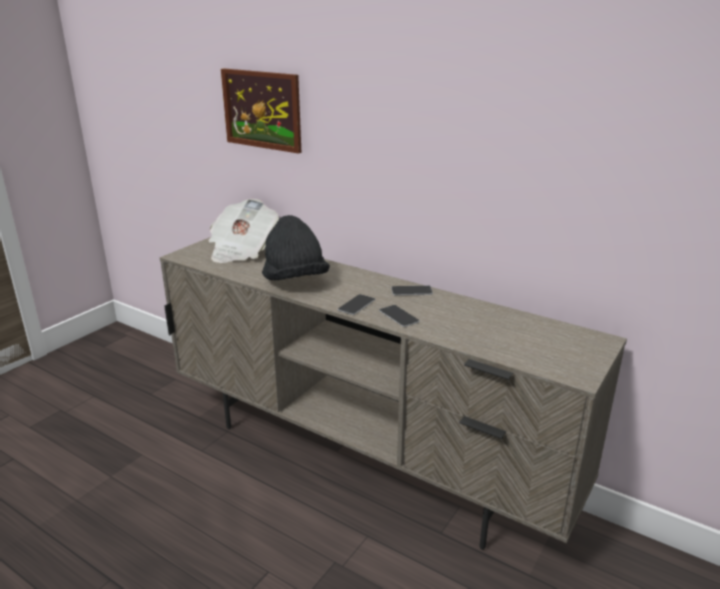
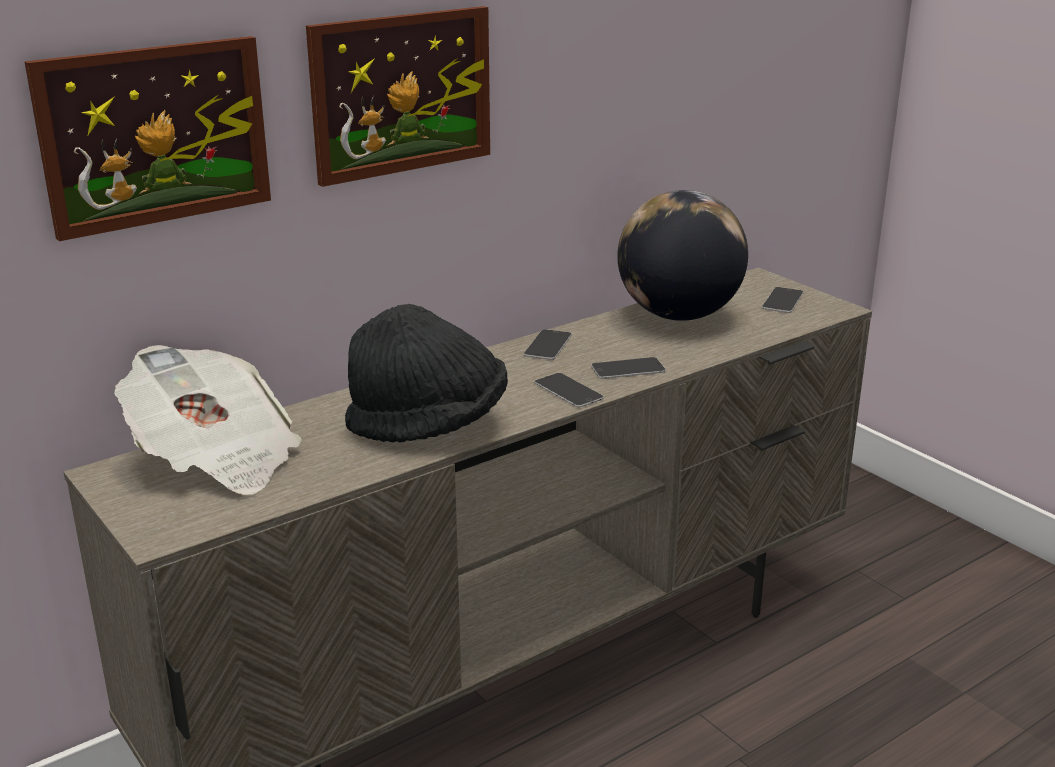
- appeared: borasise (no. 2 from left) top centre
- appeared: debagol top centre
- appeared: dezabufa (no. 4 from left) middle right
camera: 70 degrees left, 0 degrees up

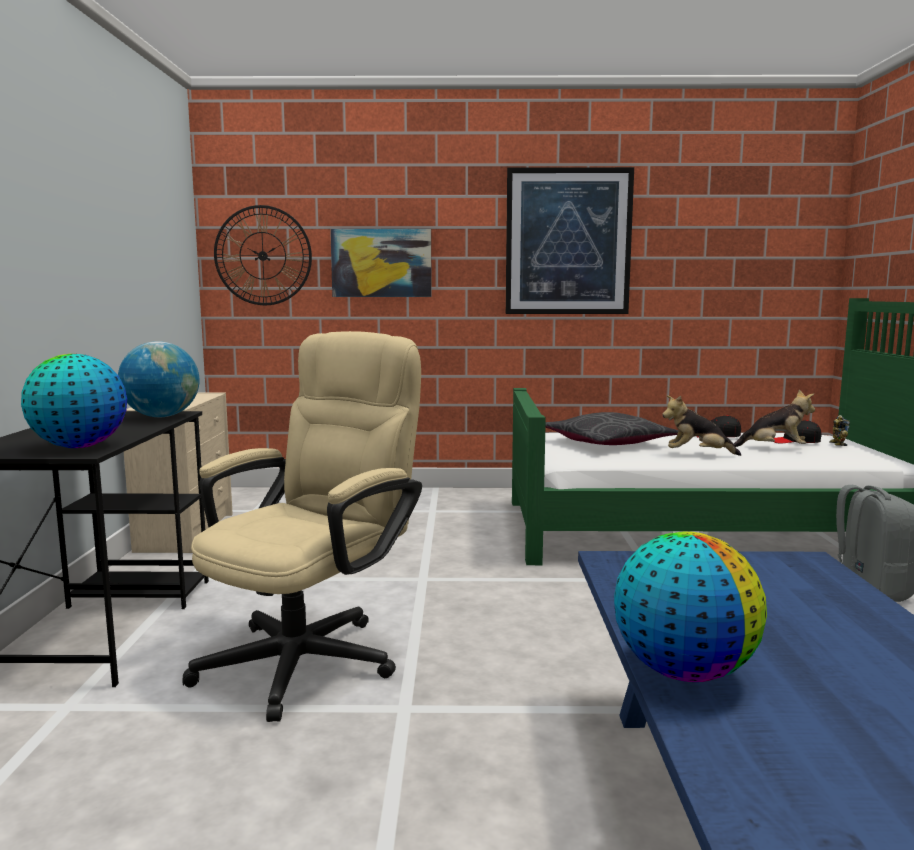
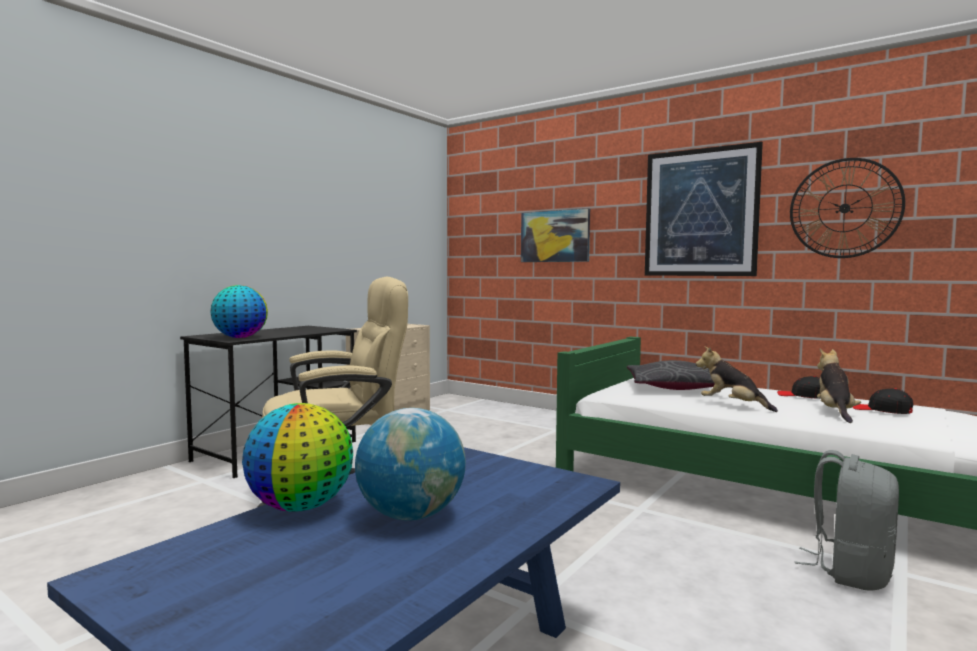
- relocated: debagol (no. 2 from left in the first image) middle left to debagol (no. 3 from left) bottom centre
- relocated: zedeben top left to top right
- spun: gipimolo (no. 2 from left) middle right = middle right 120 degrees counterclockwise
- missing: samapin middle right
camera: 35 degrees right, 5 degrees down

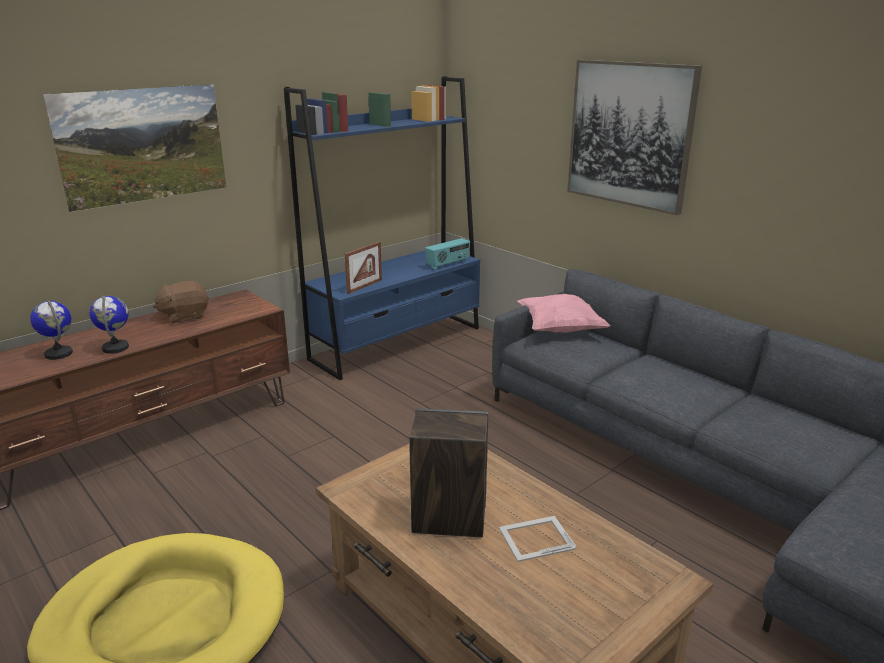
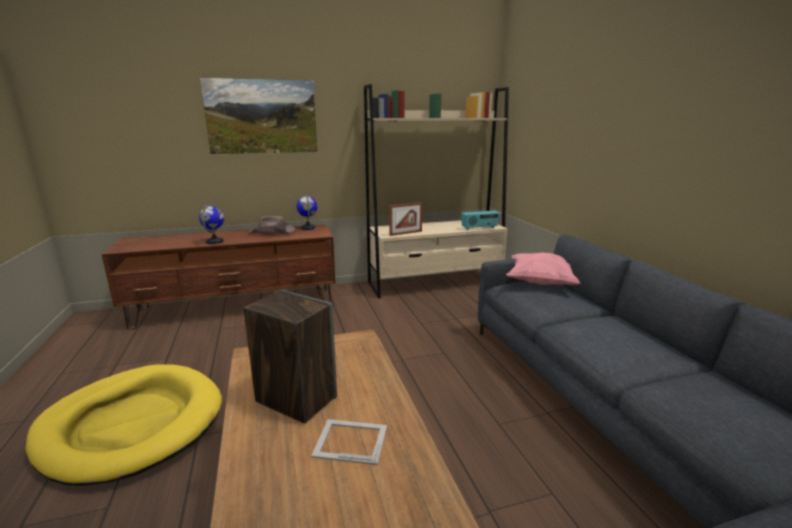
- exchanged: brown gipimolo middle left to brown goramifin centre
- relocated: debagol (no. 1 from left in the first image) middle left to debagol (no. 2 from left) centre
- colour: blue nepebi centre to beige nepebi centre
- missing: borasise (no. 2 from left) top right
camera: 25 degrees right, 5 degrees down

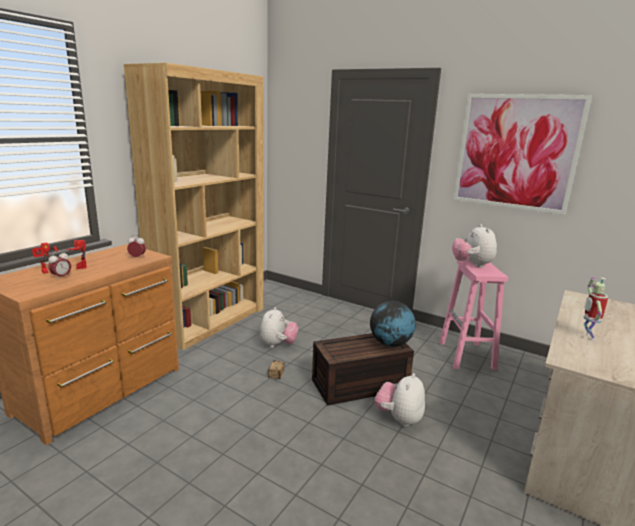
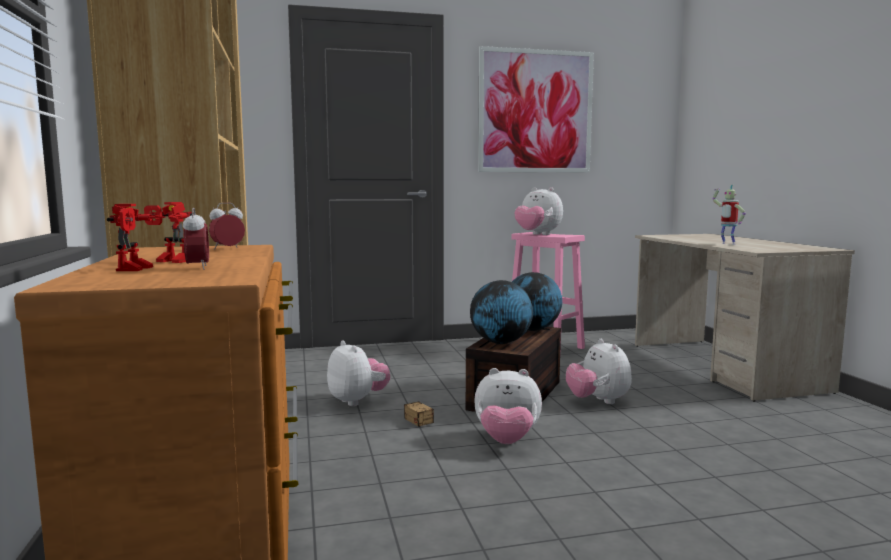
- appeared: debagol (no. 1 from left) centre
- appeared: gipimolo (no. 2 from left) bottom centre
camera: 45 degrees left, 10 degrees down

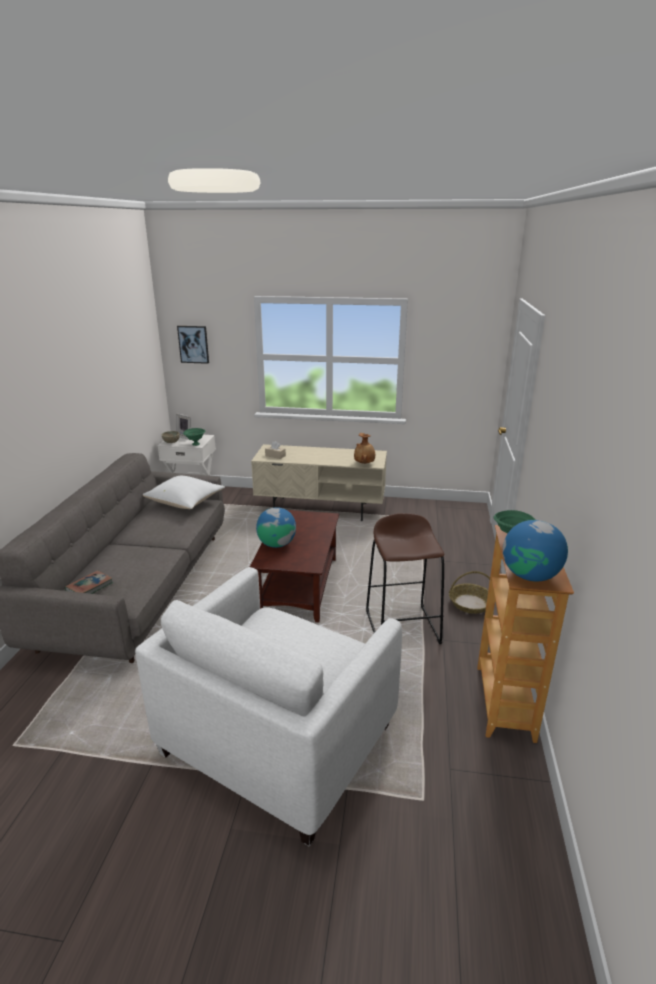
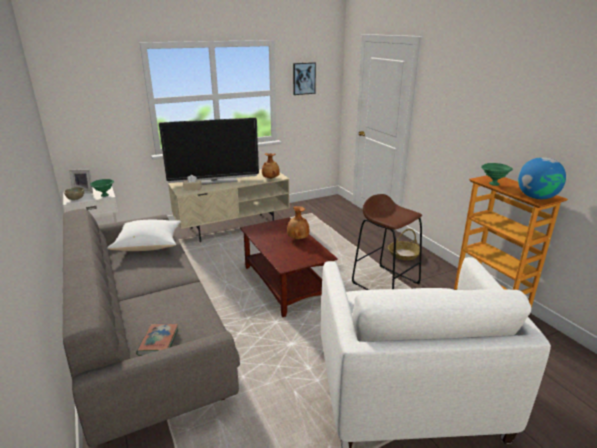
- appeared: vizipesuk centre
- appeared: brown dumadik (no. 2 from left) centre
- relocated: borasise middle left to top centre
- missing: debagol (no. 1 from left) centre
camera: 35 degrees left, 0 degrees up

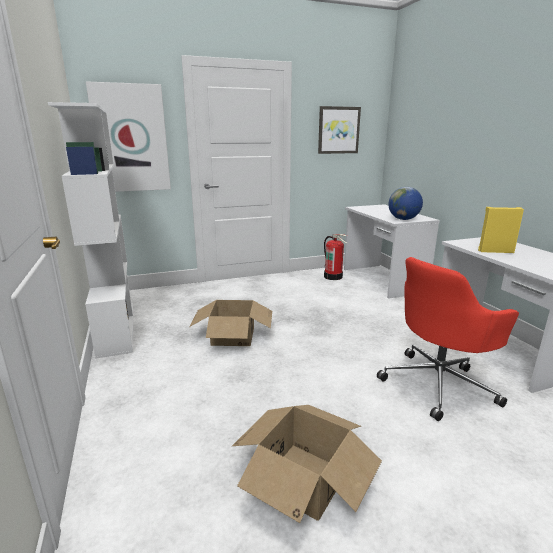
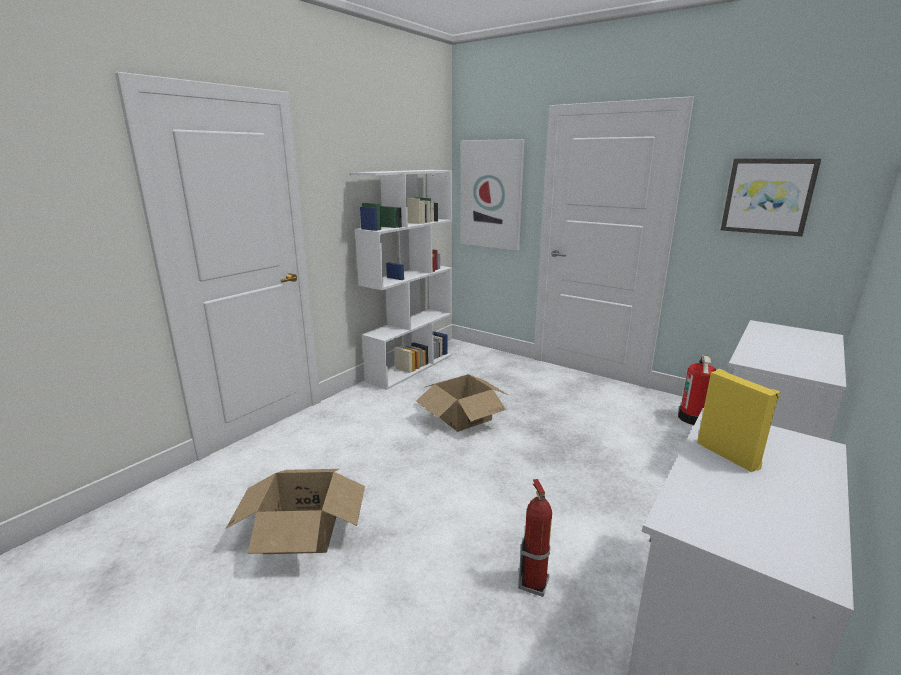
- exchanged: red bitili middle right to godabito (no. 1 from left) bottom centre
- missing: debagol middle right
camera: 55 degrees right, 0 degrees up

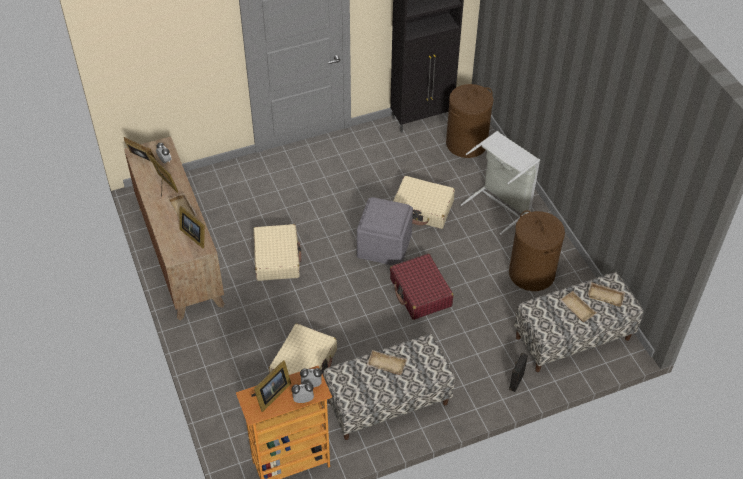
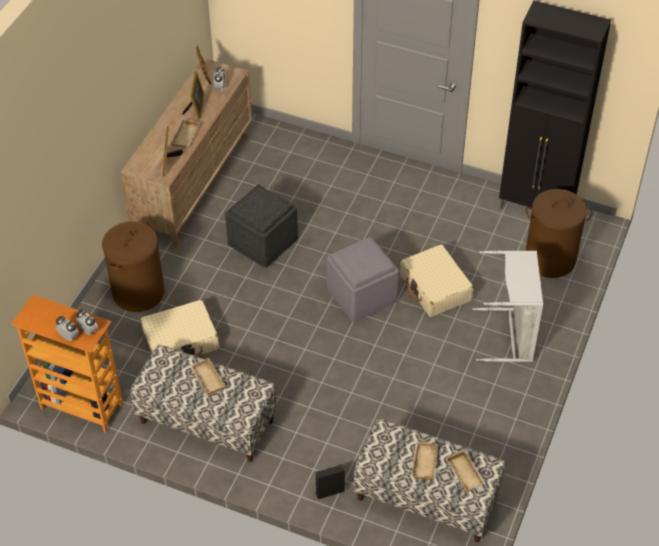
- relocated: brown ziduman (no. 2 from left in the first image) middle right to brown ziduman (no. 1 from left) middle left
- exchanged: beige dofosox (no. 1 from left) centre to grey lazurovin (no. 1 from left) centre
- missing: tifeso (no. 4 from left) bottom centre
- missing: red dofosox centre
camera: 45 degrees right, 0 degrees up

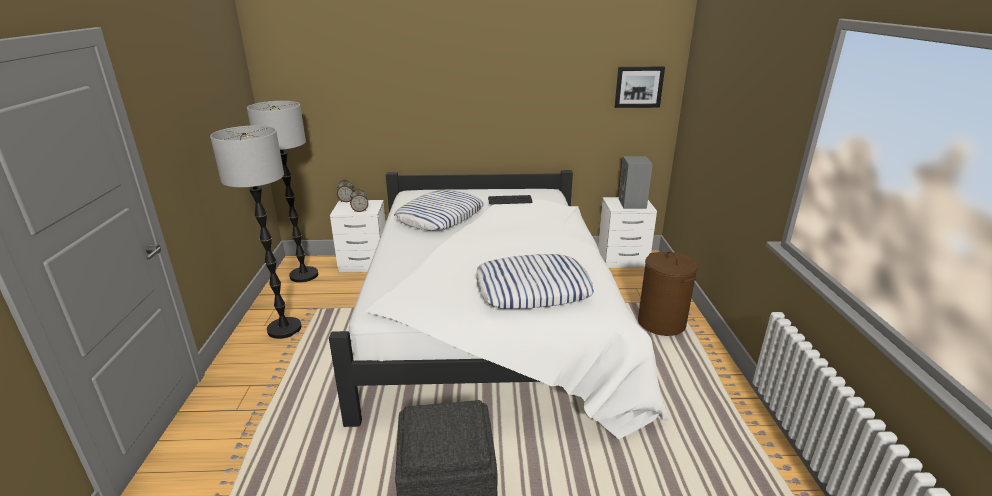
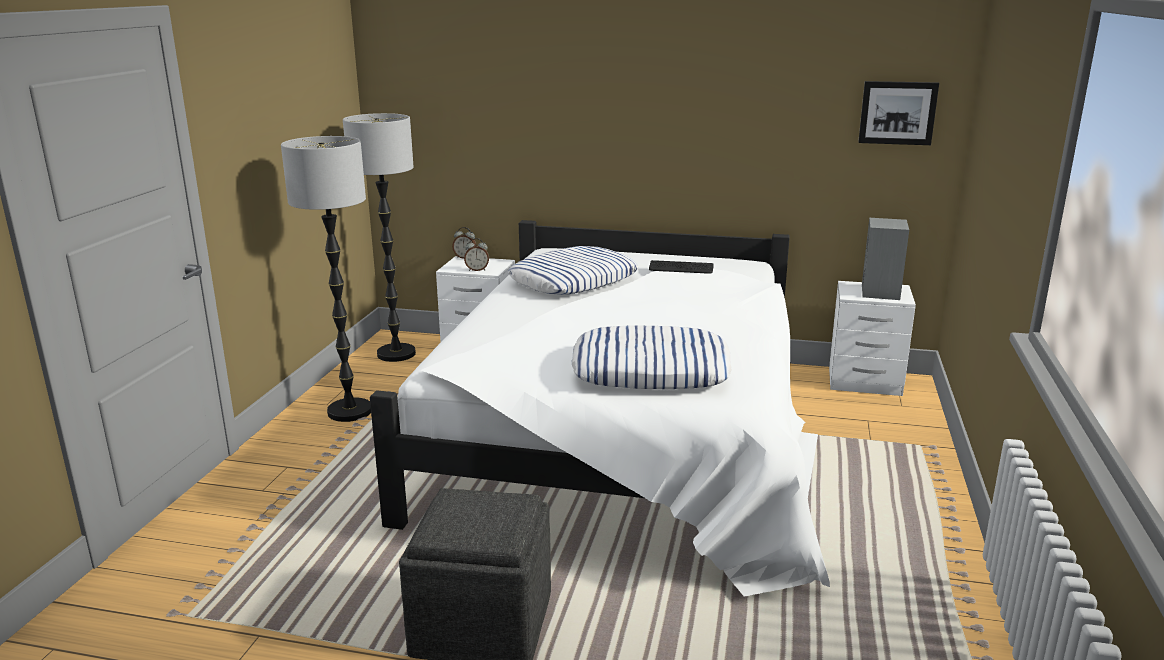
- missing: brown ziduman middle right
camera: 15 degrees right, 5 degrees down

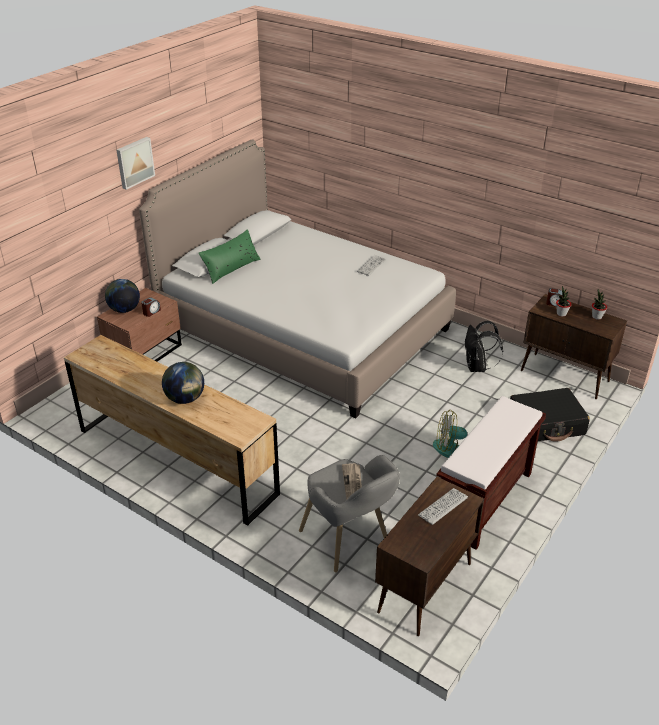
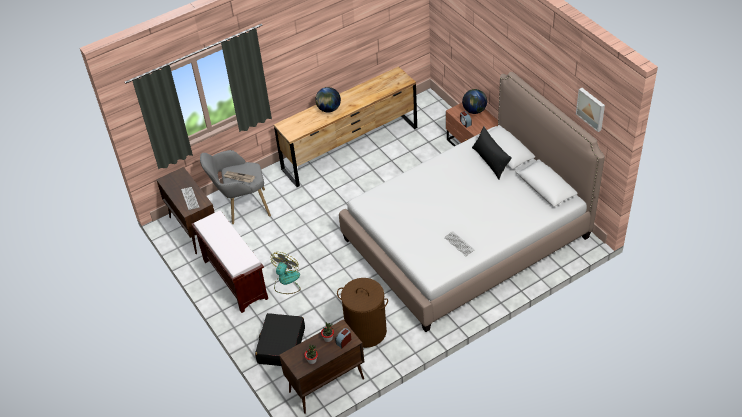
- exchanged: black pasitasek middle right to brown ziduman bottom centre
- colour: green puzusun centre to black puzusun centre
- relocated: borasise top left to top right
camera: 115 degrees right, 10 degrees up

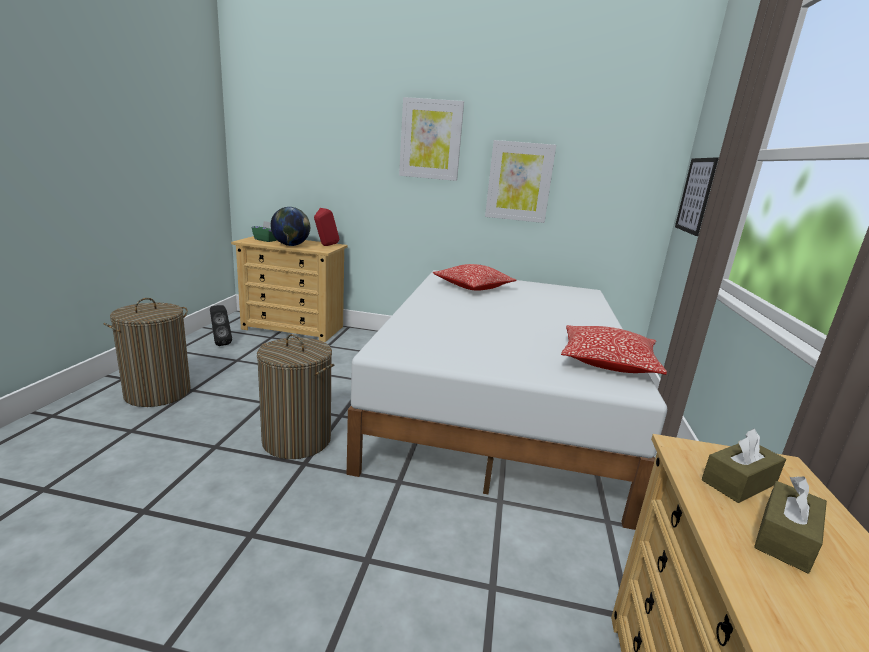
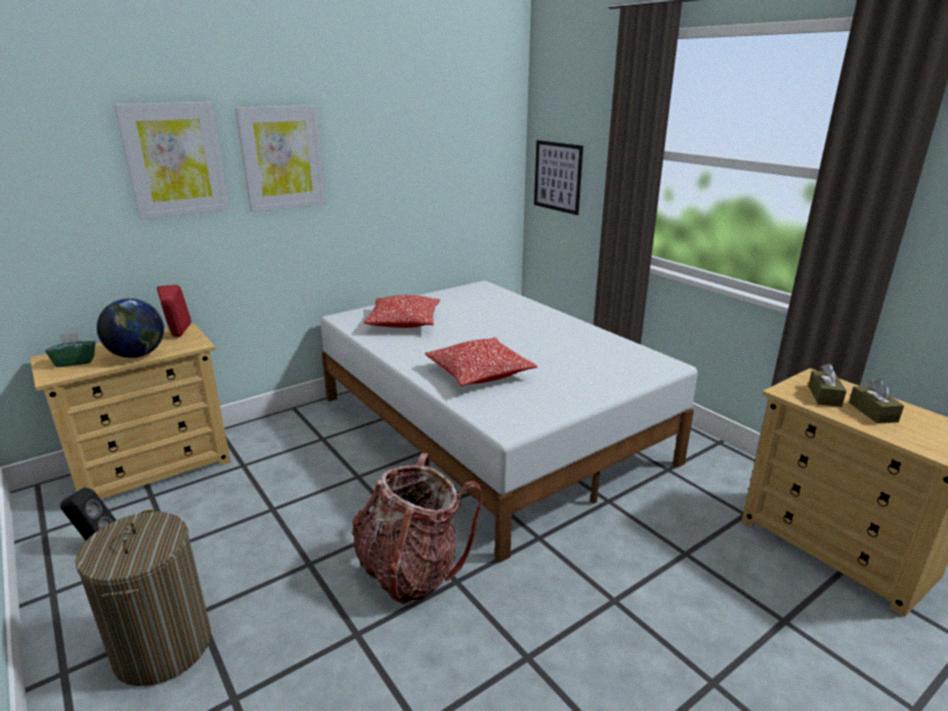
- relocated: borasise (no. 2 from left in the first image) top centre to borasise (no. 1 from left) top left
- exchanged: ziduman (no. 2 from left) centre to pasitasek bottom centre
- relocated: puzusun (no. 2 from left) middle right to centre
camera: 45 degrees left, 5 degrees up

